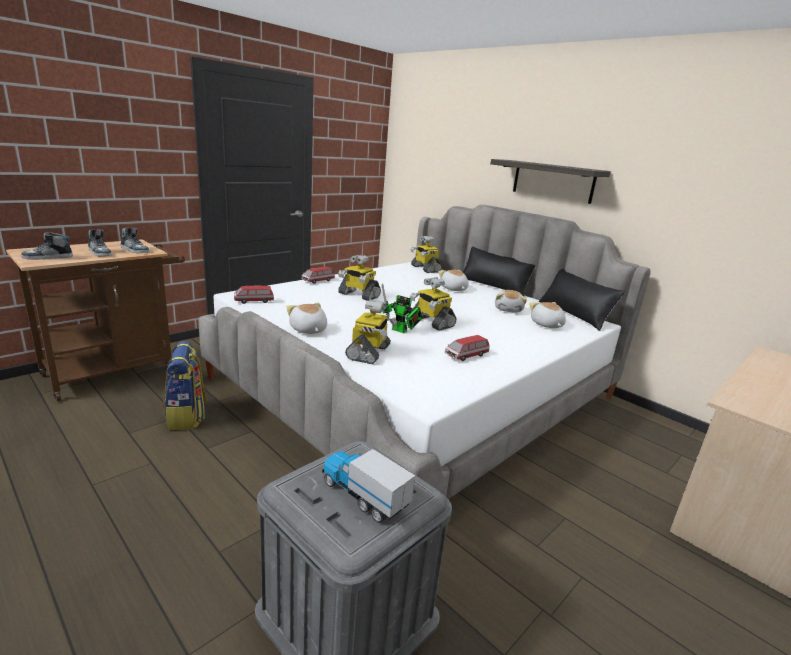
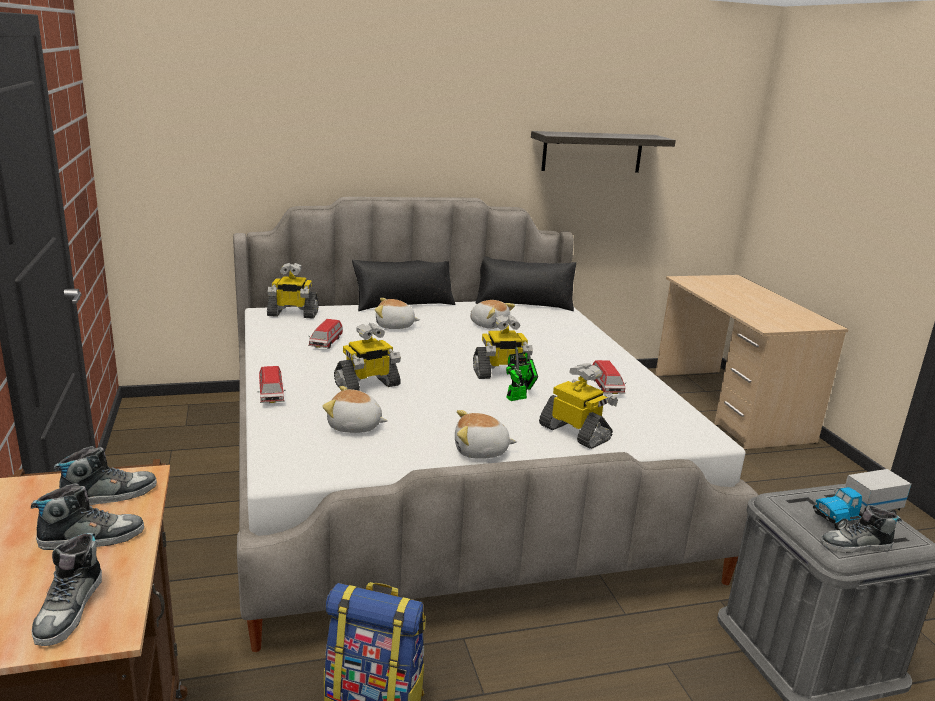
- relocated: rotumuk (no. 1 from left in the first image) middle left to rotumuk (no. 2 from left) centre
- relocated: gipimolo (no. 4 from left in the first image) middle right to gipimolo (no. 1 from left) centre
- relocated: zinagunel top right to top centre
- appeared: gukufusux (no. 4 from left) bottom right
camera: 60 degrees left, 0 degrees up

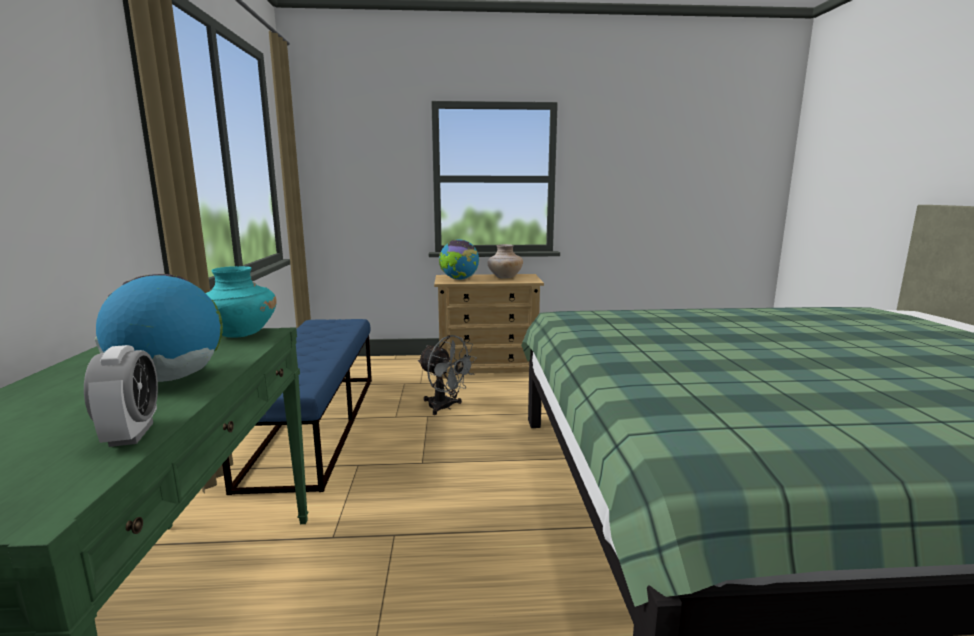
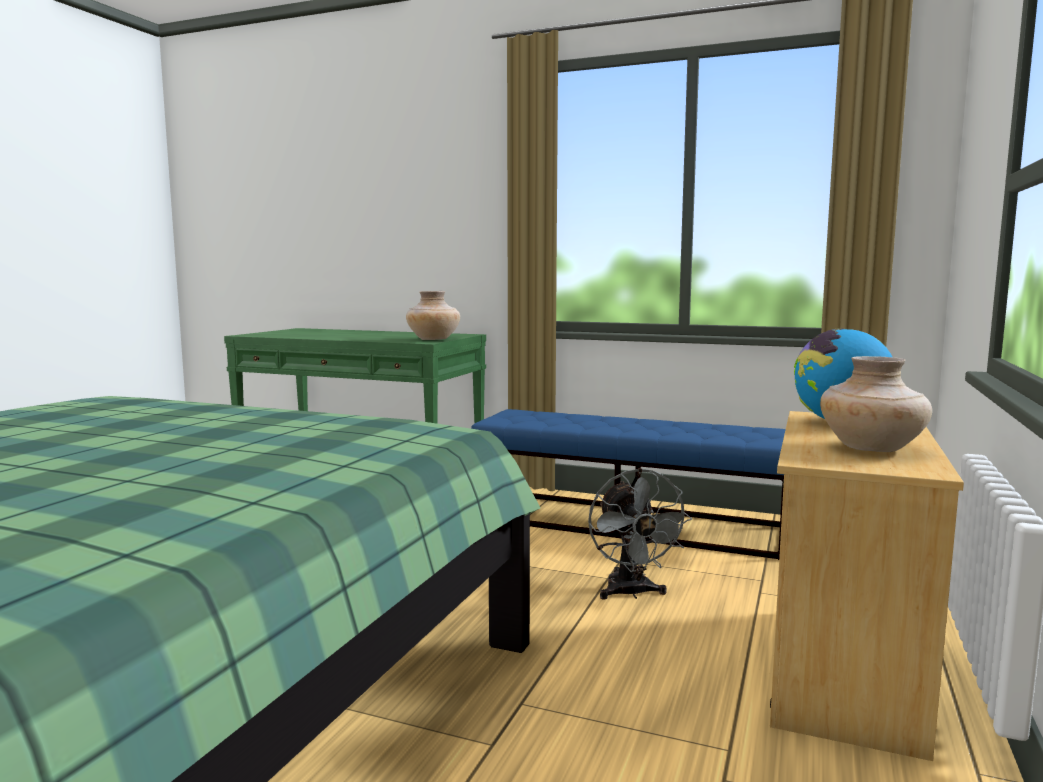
- colour: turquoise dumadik middle left to beige dumadik (no. 1 from left) centre
- spun: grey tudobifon centre = bottom centre 75 degrees counterclockwise
- missing: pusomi middle left
- missing: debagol (no. 1 from left) middle left
camera: 115 degrees right, 5 degrees down

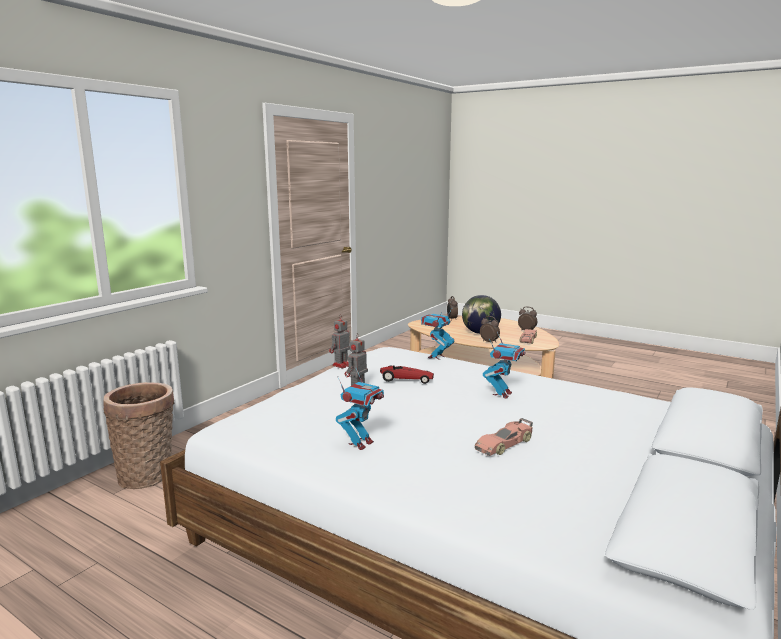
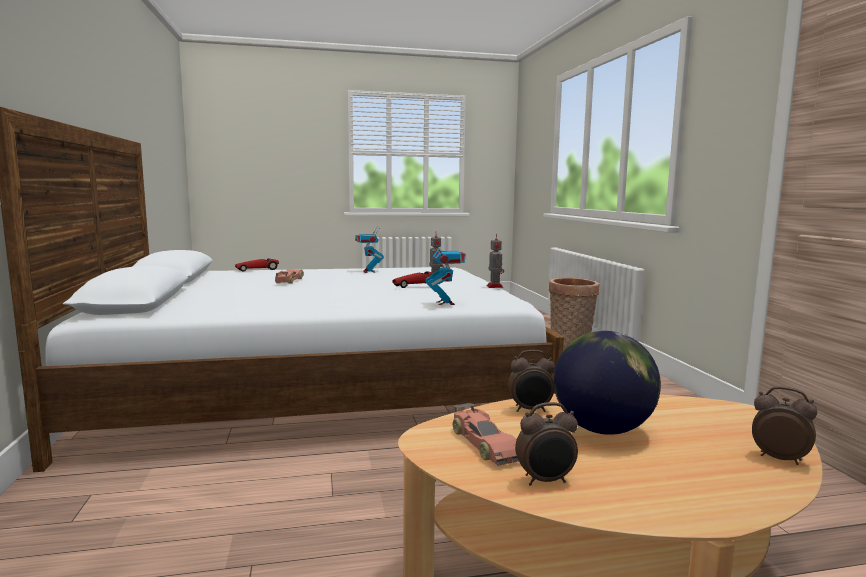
- appeared: rotumuk (no. 1 from left) middle left
- missing: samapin (no. 5 from left) centre
camera: 135 degrees right, 5 degrees down

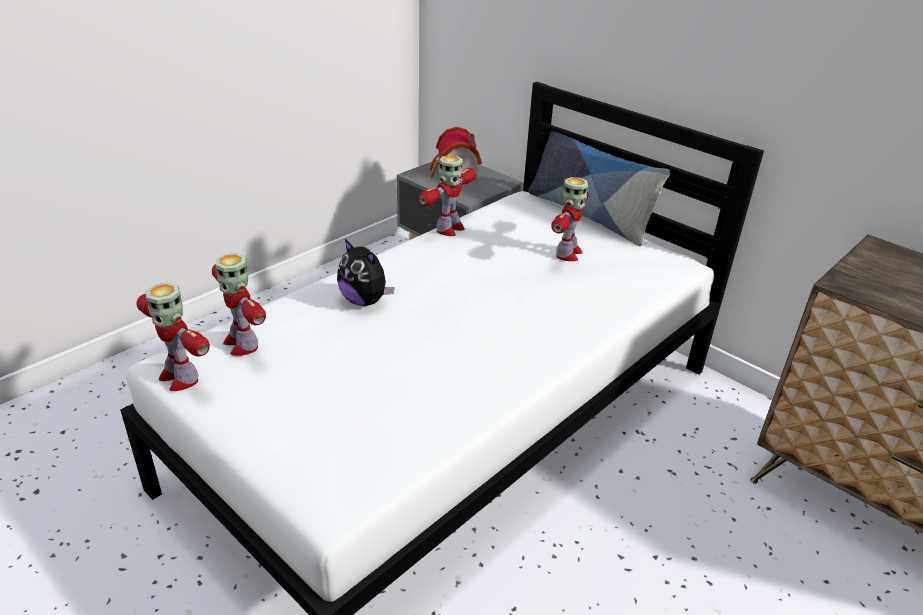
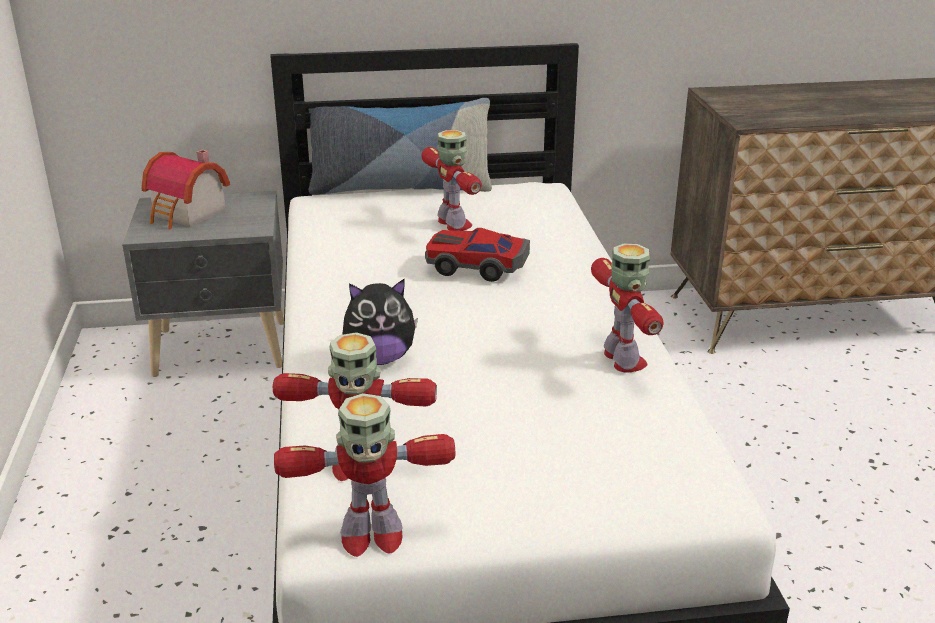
- appeared: rotumuk centre
- relocated: samapin (no. 3 from left in the first image) top centre to samapin (no. 4 from left) middle right
camera: 50 degrees left, 5 degrees down

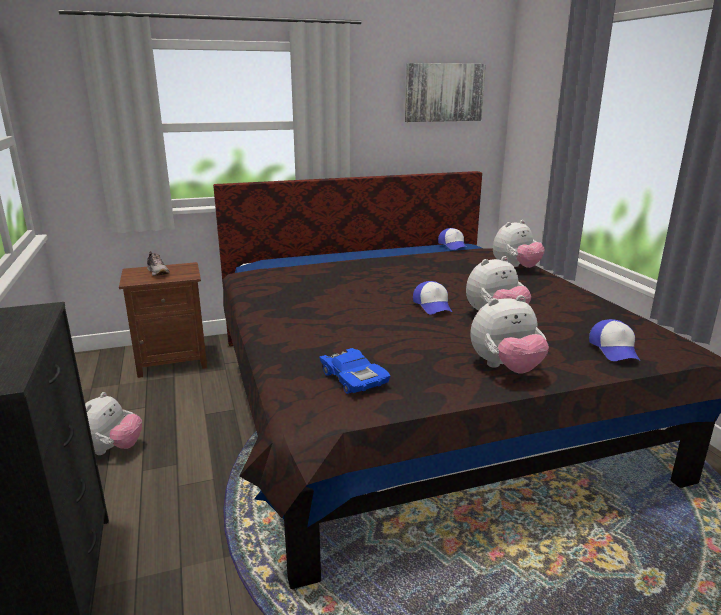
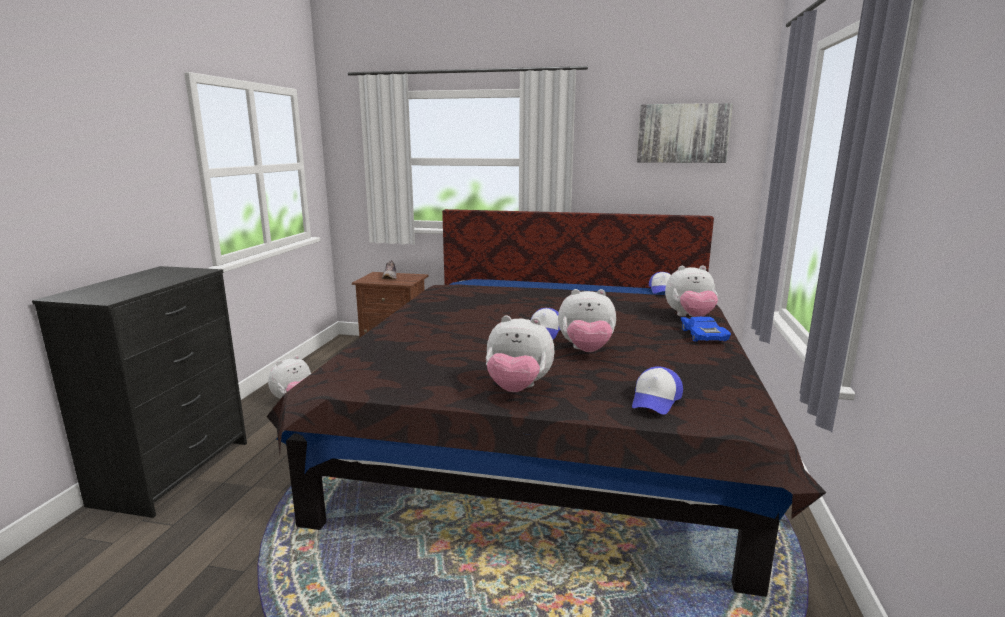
- relocated: blue rotumuk centre to middle right
camera: 30 degrees right, 5 degrees down

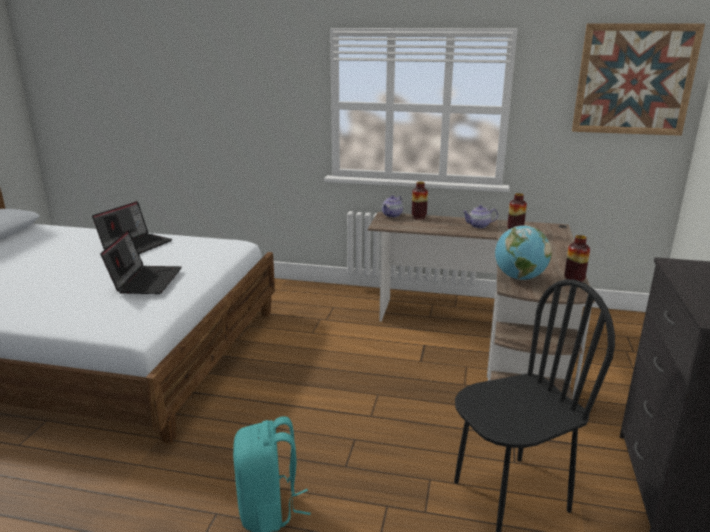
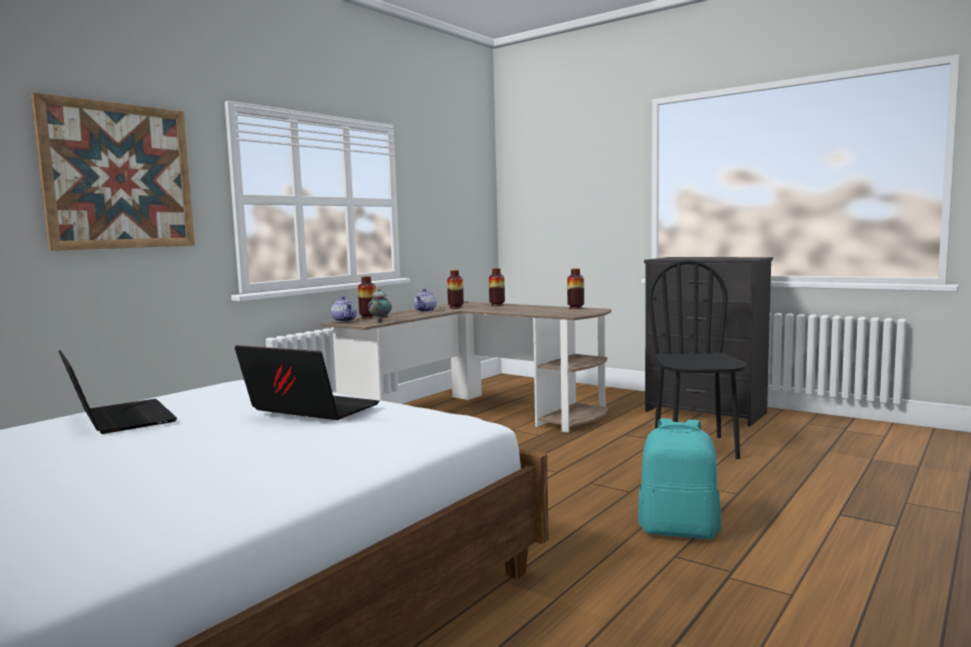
- relocated: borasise top right to top left
- appeared: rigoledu (no. 2 from left) centre
- appeared: dumadik (no. 3 from left) centre
- missing: debagol middle right
camera: 65 degrees left, 15 degrees down

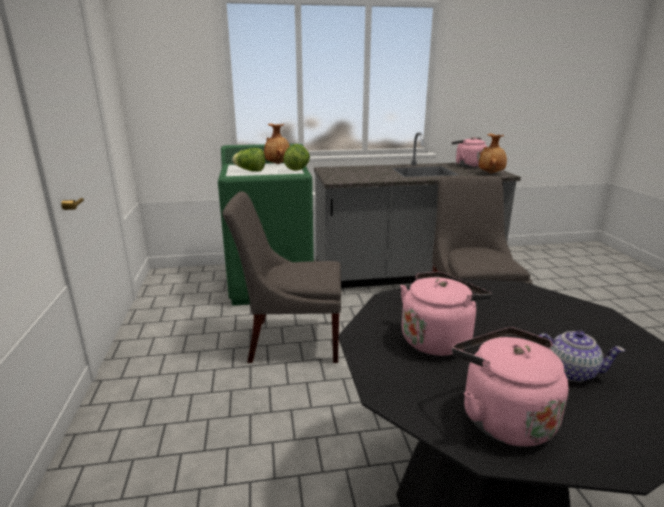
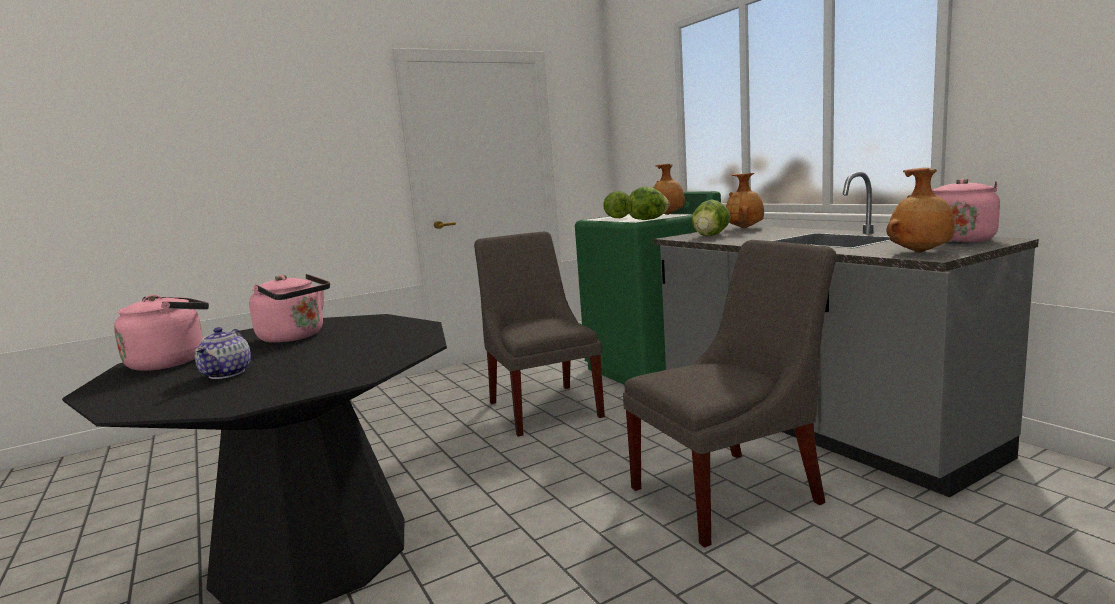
- appeared: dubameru (no. 3 from left) centre
- appeared: brown dumadik (no. 2 from left) top right
camera: 70 degrees right, 10 degrees down

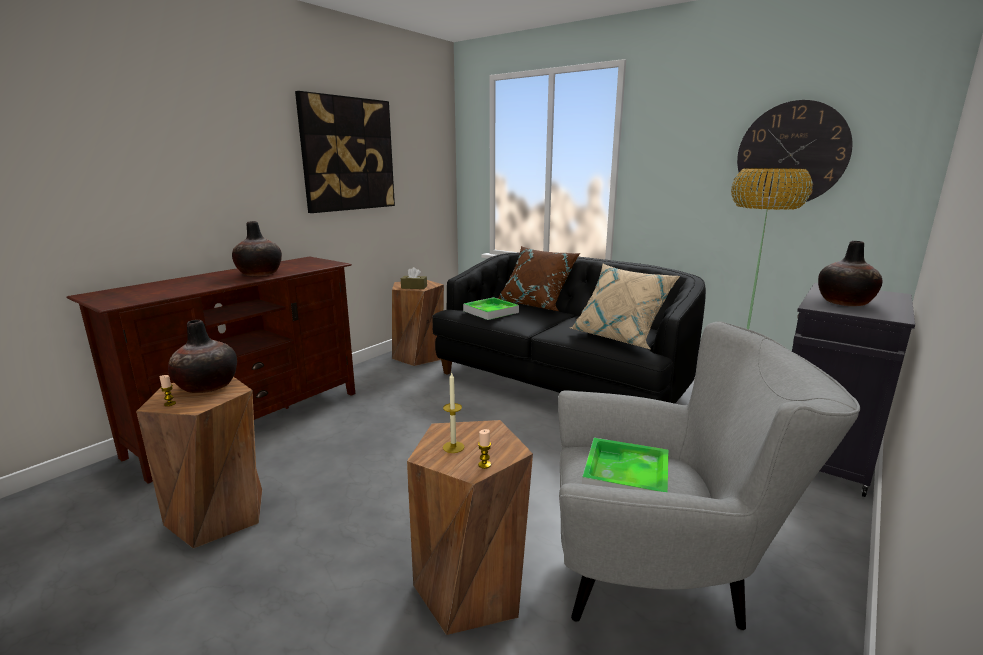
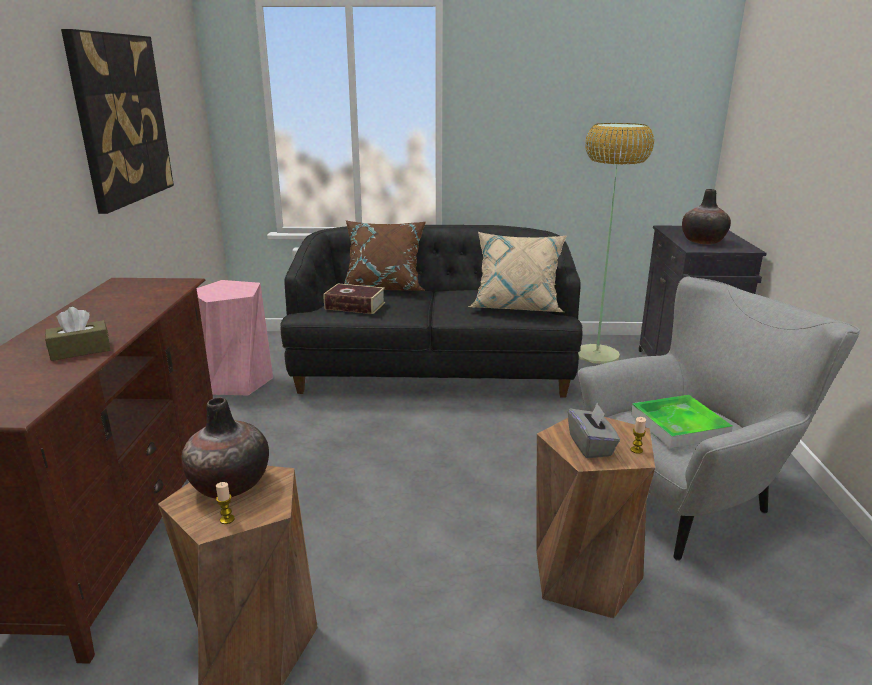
- relocated: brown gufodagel centre to middle left
- colour: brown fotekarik (no. 2 from left) centre to pink fotekarik middle left
- exchanged: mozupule (no. 1 from left) centre to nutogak centre
- exchanged: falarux (no. 2 from left) centre to grey gufodagel middle right
- missing: dumadik (no. 2 from left) middle left
- missing: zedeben top right
camera: 35 degrees left, 5 degrees up

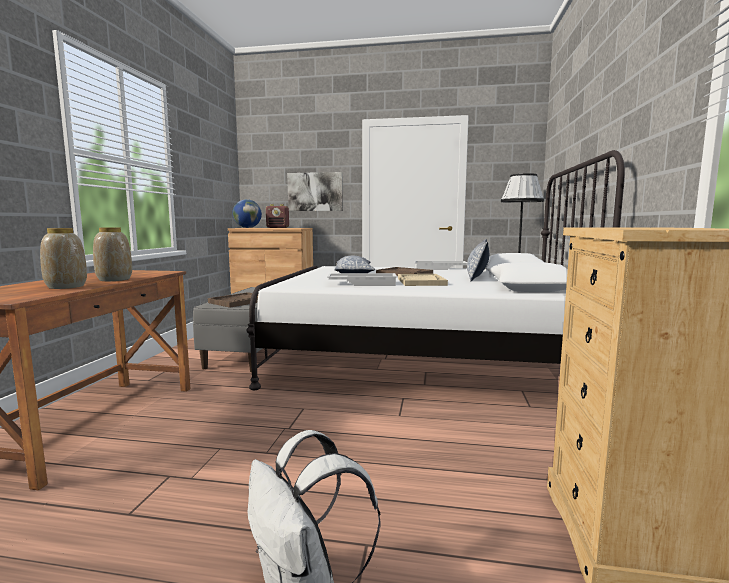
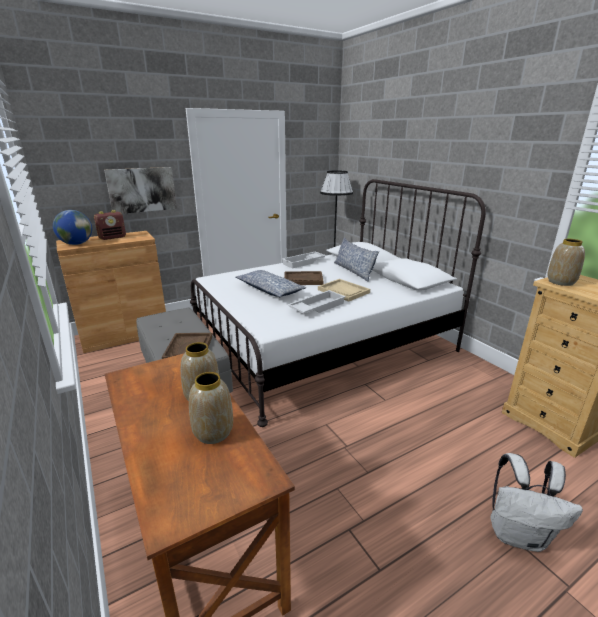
- appeared: dumadik (no. 3 from left) middle right
camera: 40 degrees left, 15 degrees up

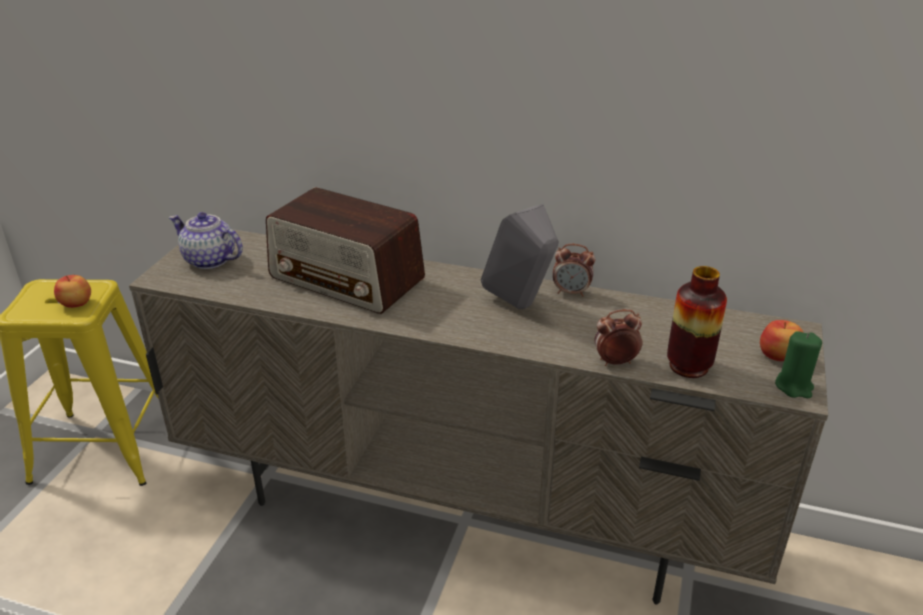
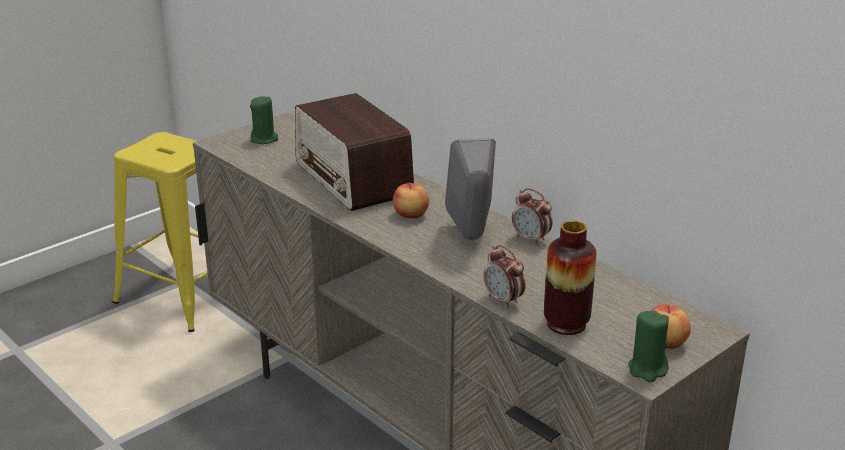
- exchanged: rigoledu middle left to green falarux (no. 1 from left) top left
- relocated: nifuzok (no. 1 from left) middle left to centre
- spun: pusomi (no. 2 from left in the first image) middle right = centre 150 degrees counterclockwise
camera: 30 degrees right, 5 degrees down

